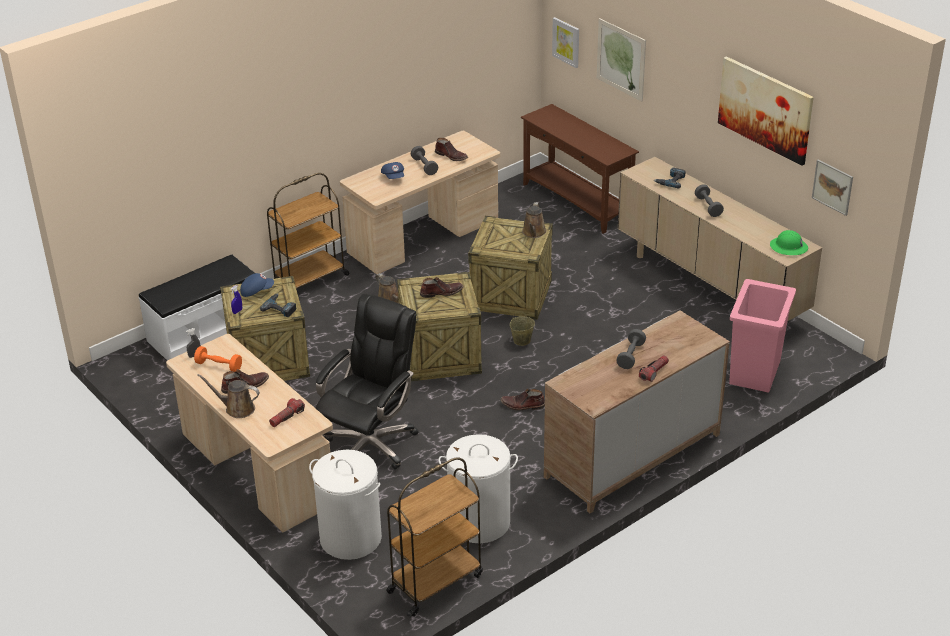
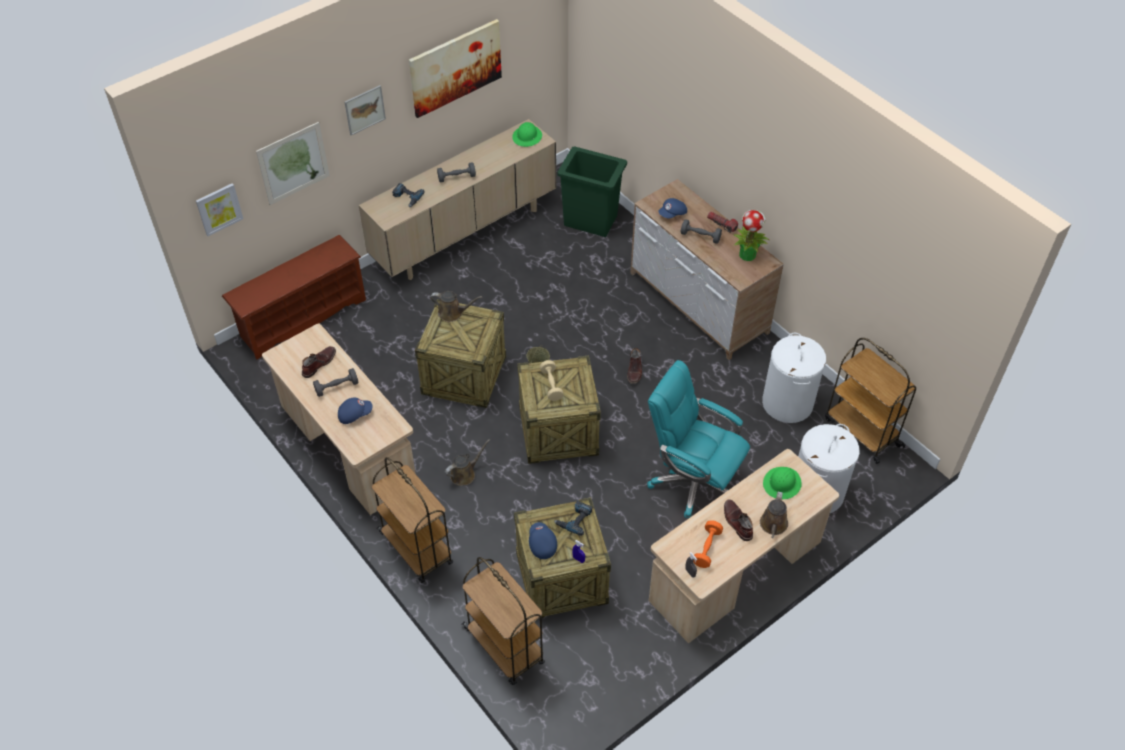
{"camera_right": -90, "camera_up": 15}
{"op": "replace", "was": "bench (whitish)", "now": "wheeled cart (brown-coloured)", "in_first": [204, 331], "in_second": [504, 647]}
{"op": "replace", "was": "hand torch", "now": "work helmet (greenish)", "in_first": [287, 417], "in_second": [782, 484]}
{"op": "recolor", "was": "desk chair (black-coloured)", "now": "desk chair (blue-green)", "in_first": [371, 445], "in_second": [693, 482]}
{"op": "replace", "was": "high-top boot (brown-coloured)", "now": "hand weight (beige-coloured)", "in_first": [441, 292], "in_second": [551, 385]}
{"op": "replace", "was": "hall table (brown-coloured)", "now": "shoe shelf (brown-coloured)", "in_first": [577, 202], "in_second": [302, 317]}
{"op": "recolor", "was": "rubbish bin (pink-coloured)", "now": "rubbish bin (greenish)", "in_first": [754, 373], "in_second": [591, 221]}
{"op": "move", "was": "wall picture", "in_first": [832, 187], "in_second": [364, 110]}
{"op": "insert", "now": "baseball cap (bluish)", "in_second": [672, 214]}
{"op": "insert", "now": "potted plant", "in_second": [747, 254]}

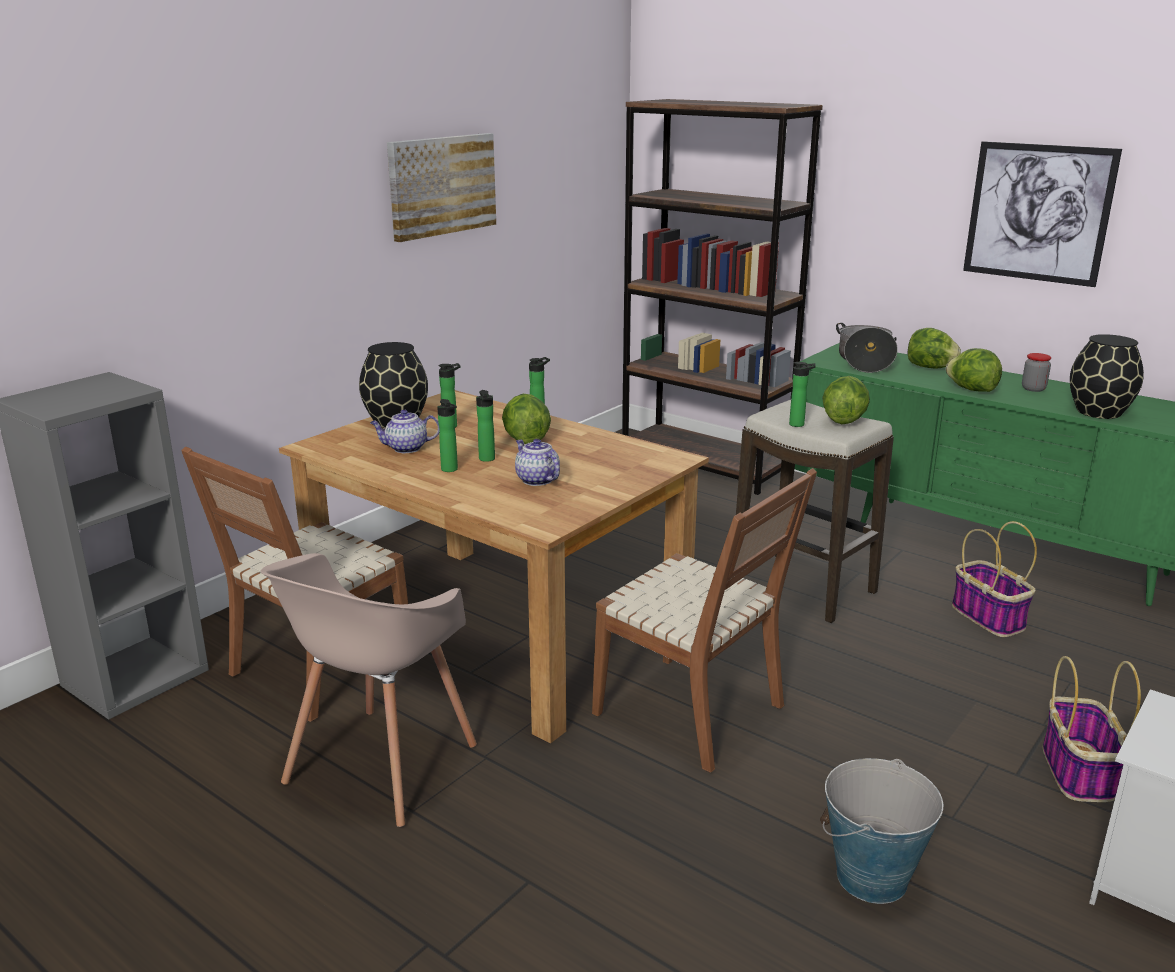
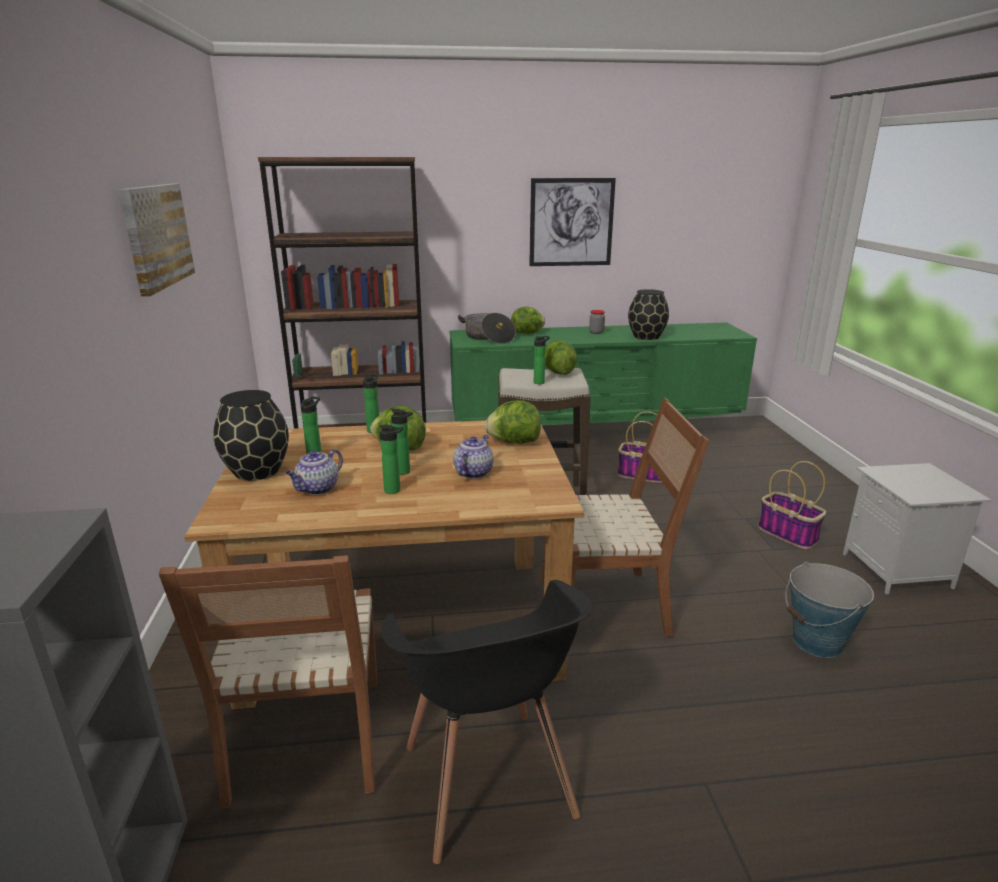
{"camera_right": -45, "camera_up": 0}
{"op": "recolor", "was": "upright chair (beige-coloured)", "now": "upright chair (black-coloured)", "in_first": [380, 766], "in_second": [487, 783]}
{"op": "rotate", "was": "pot for tea", "in_first": [536, 480], "in_second": [473, 472], "clockwise": 105}
{"op": "move", "was": "lettuce head", "in_first": [971, 390], "in_second": [514, 442]}

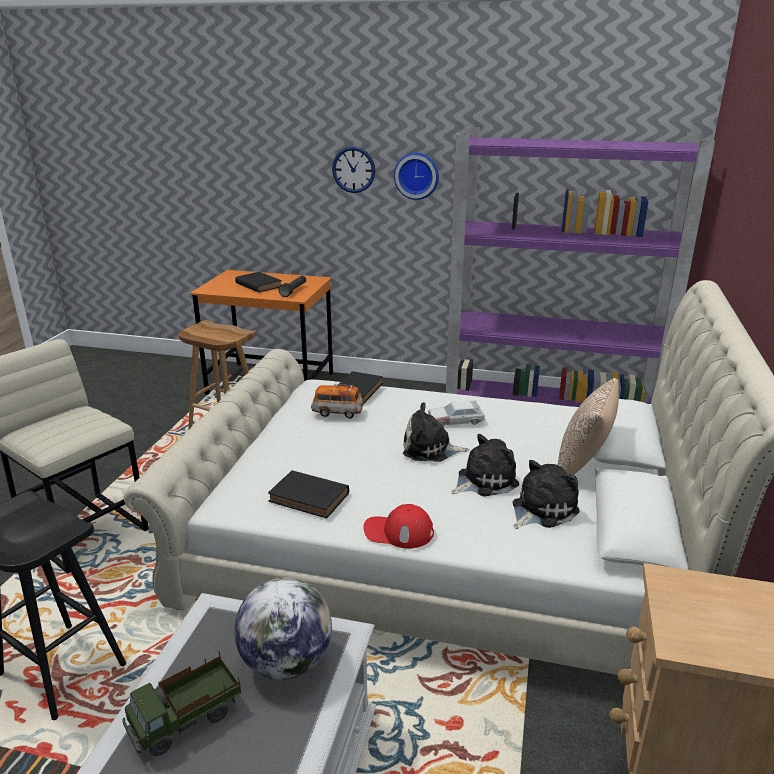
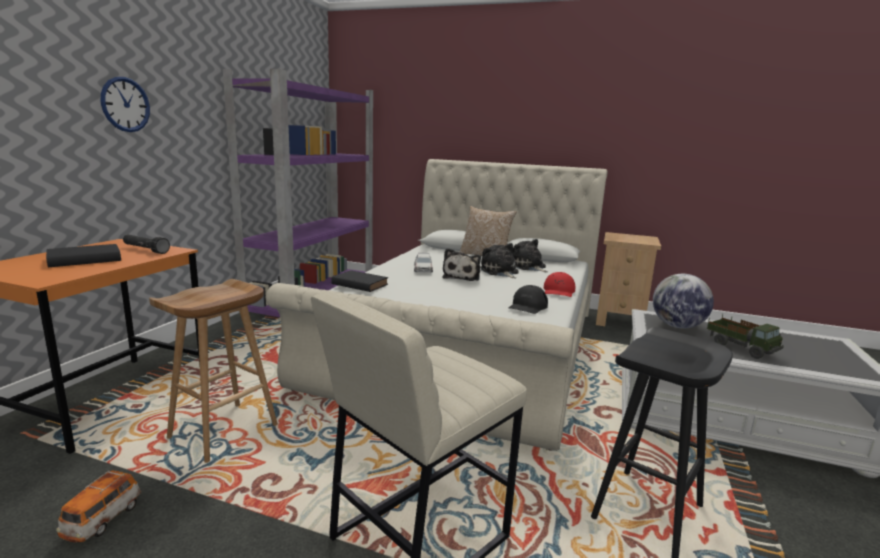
{"camera_right": -85, "camera_up": -10}
{"op": "replace", "was": "volume (black-coloured)", "now": "baseball cap (black-coloured)", "in_first": [311, 498], "in_second": [527, 306]}
{"op": "move", "was": "model car", "in_first": [337, 412], "in_second": [102, 520]}
{"op": "delete", "was": "clock on the wall", "in_first": [417, 175]}

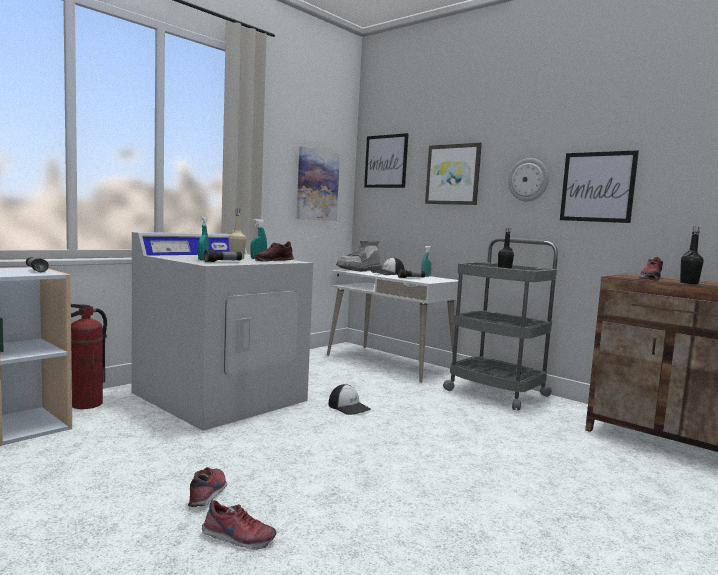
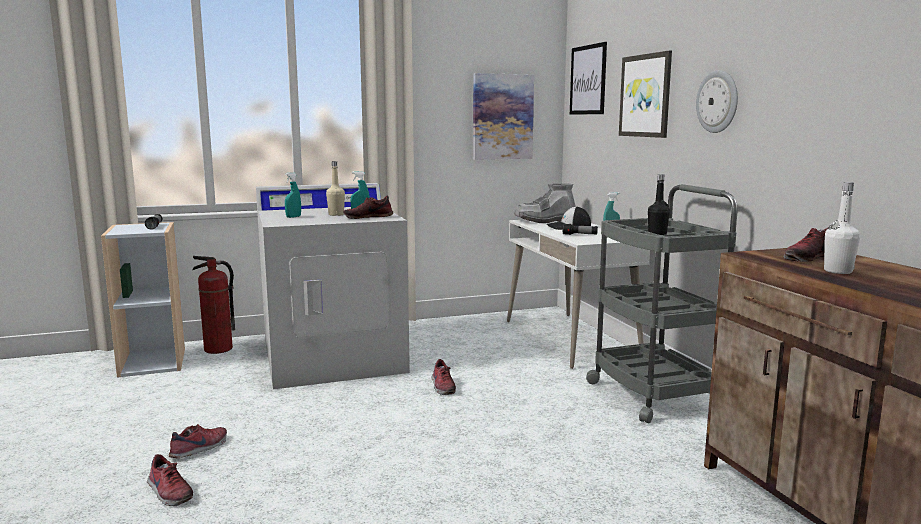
{"camera_right": 30, "camera_up": 5}
{"op": "delete", "was": "hand torch", "in_first": [223, 262]}
{"op": "replace", "was": "baseball cap", "now": "low shoe", "in_first": [349, 407], "in_second": [442, 386]}
{"op": "delete", "was": "wall picture", "in_first": [597, 187]}
{"op": "recolor", "was": "beverage bottle (black-coloured)", "now": "beverage bottle (whitish)", "in_first": [689, 283], "in_second": [838, 271]}

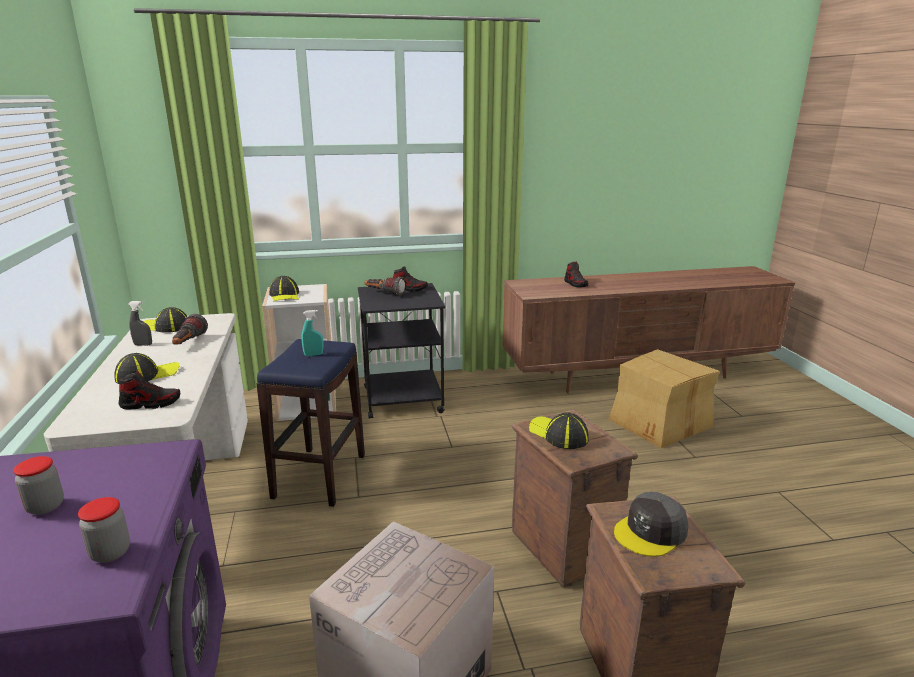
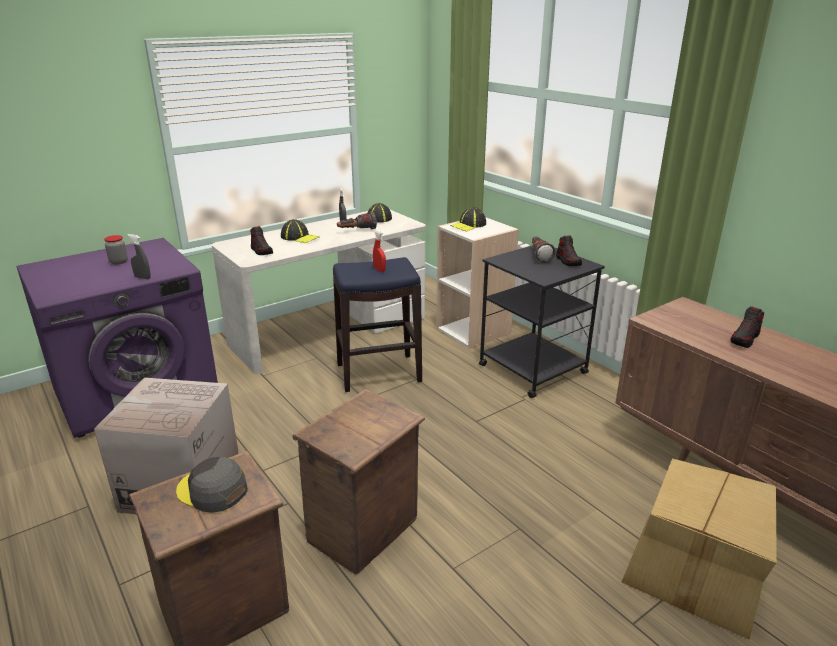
{"camera_right": 65, "camera_up": 5}
{"op": "delete", "was": "jar", "in_first": [110, 552]}
{"op": "recolor", "was": "spray bottle (blue-green)", "now": "spray bottle (red)", "in_first": [313, 355], "in_second": [379, 270]}
{"op": "delete", "was": "baseball cap", "in_first": [558, 434]}
{"op": "insert", "now": "spray bottle (gray)", "in_second": [142, 278]}

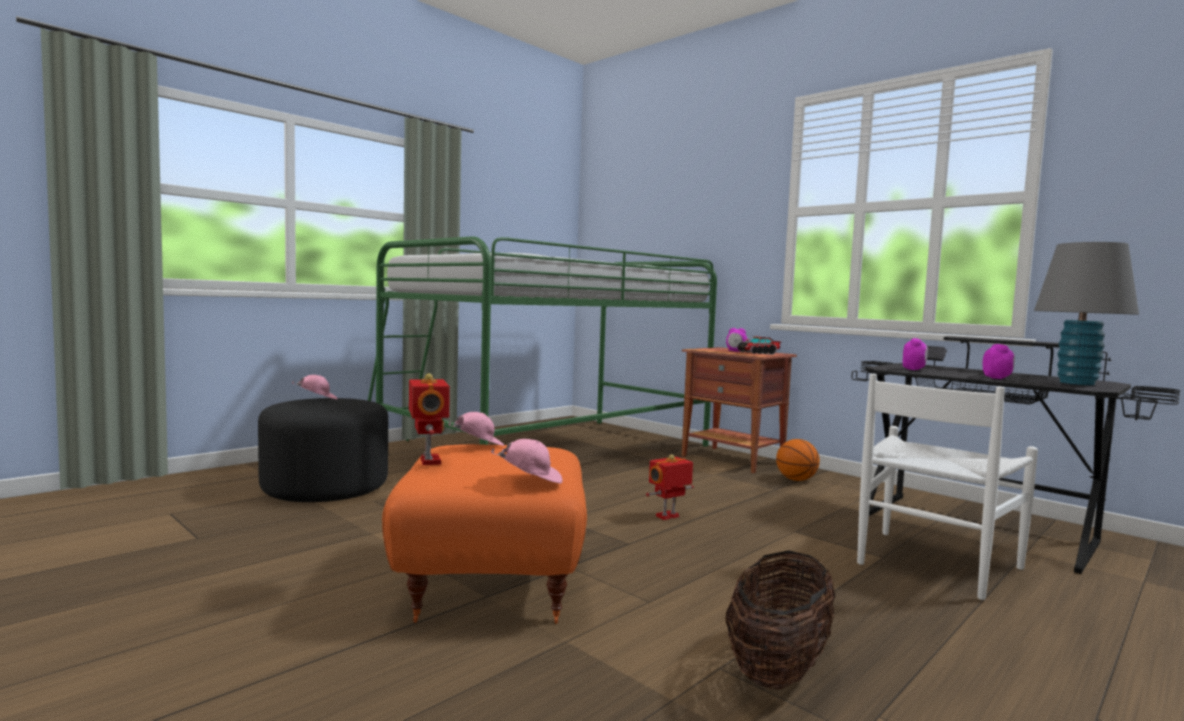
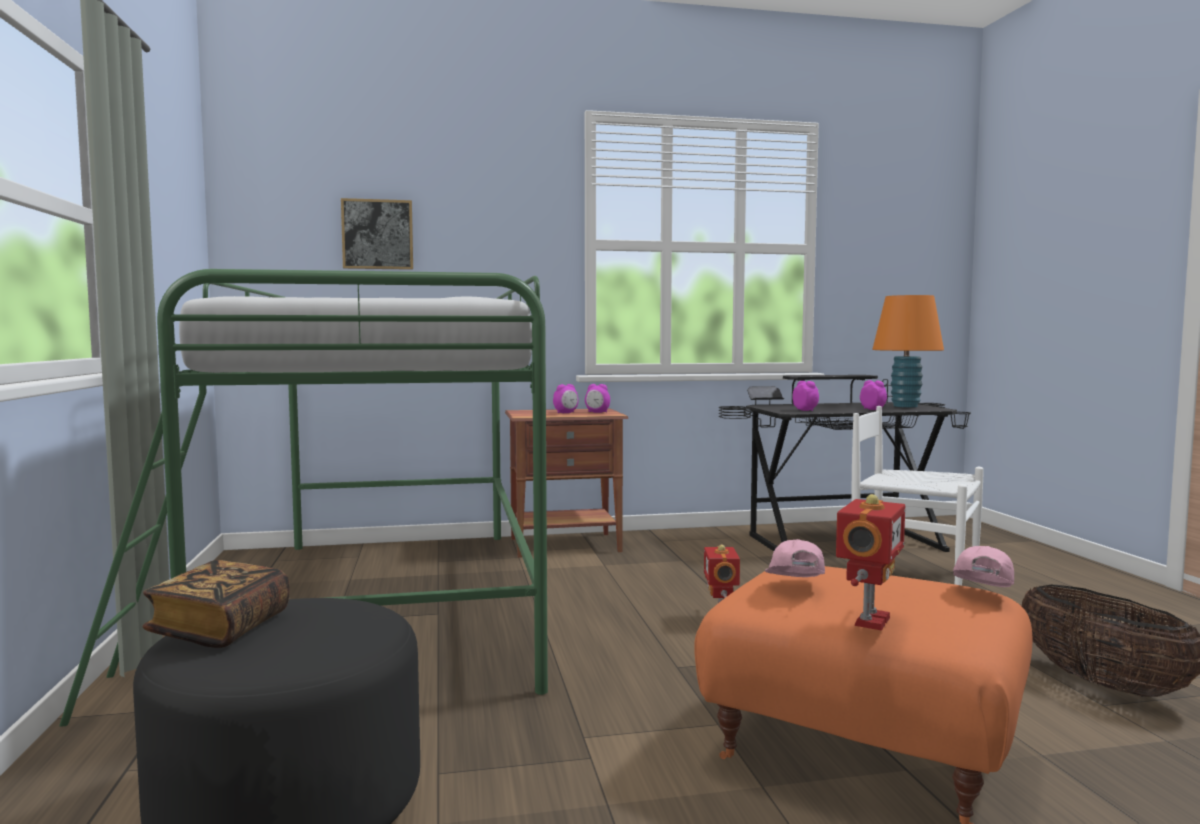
{"camera_right": -55, "camera_up": 0}
{"op": "replace", "was": "baseball cap (pink-coloured)", "now": "volume", "in_first": [317, 399], "in_second": [220, 628]}
{"op": "rotate", "was": "model robot", "in_first": [428, 461], "in_second": [869, 621], "clockwise": 105}
{"op": "replace", "was": "toy lorry", "now": "table clock", "in_first": [758, 354], "in_second": [597, 412]}
{"op": "delete", "was": "ball for basketball", "in_first": [796, 480]}
{"op": "rotate", "was": "upright chair (whitish)", "in_first": [933, 565], "in_second": [914, 577], "clockwise": 135}
{"op": "recolor", "was": "lamp for a table (gray)", "now": "lamp for a table (orange)", "in_first": [1076, 383], "in_second": [905, 406]}
{"op": "insert", "now": "wall picture", "in_second": [377, 234]}

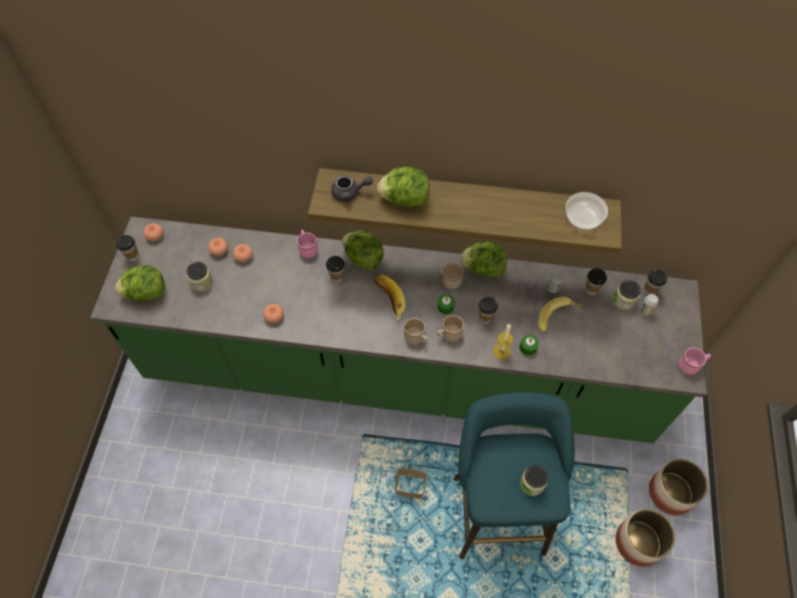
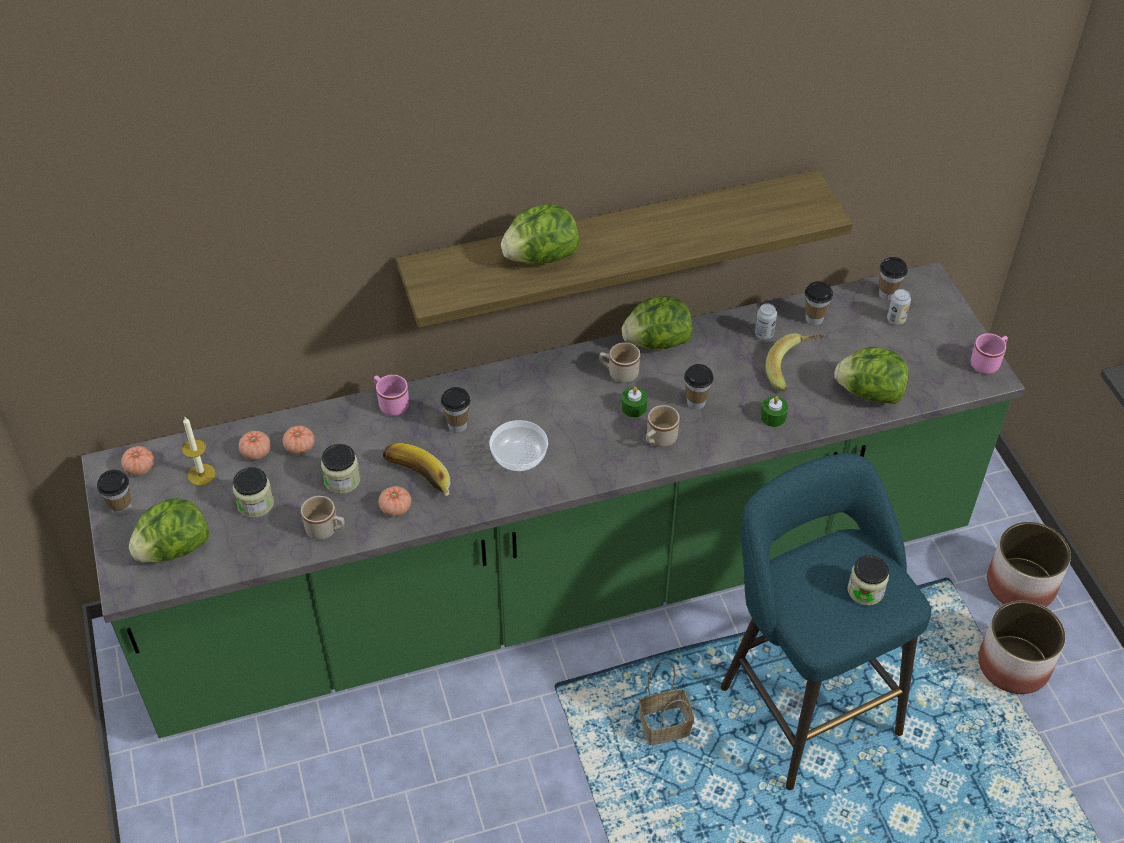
{"camera_right": -25, "camera_up": -10}
{"op": "delete", "was": "pot for tea (gray)", "in_first": [350, 193]}
{"op": "move", "was": "lettuce head", "in_first": [363, 258], "in_second": [869, 393]}
{"op": "move", "was": "banana fruit", "in_first": [387, 301], "in_second": [417, 480]}
{"op": "move", "was": "coffee mug (beige-coloured)", "in_first": [416, 338], "in_second": [326, 530]}
{"op": "move", "was": "candle", "in_first": [501, 351], "in_second": [201, 474]}
{"op": "move", "was": "bowl", "in_first": [582, 218], "in_second": [518, 457]}
{"op": "move", "was": "jar", "in_first": [623, 301], "in_second": [342, 480]}

